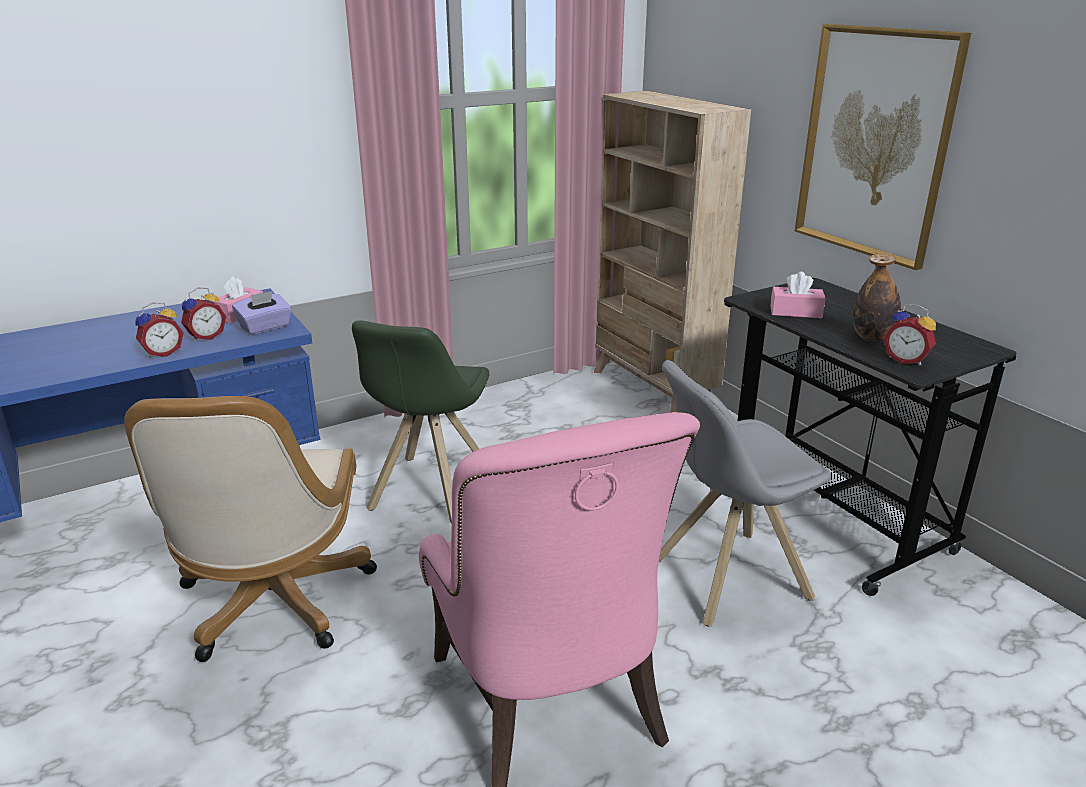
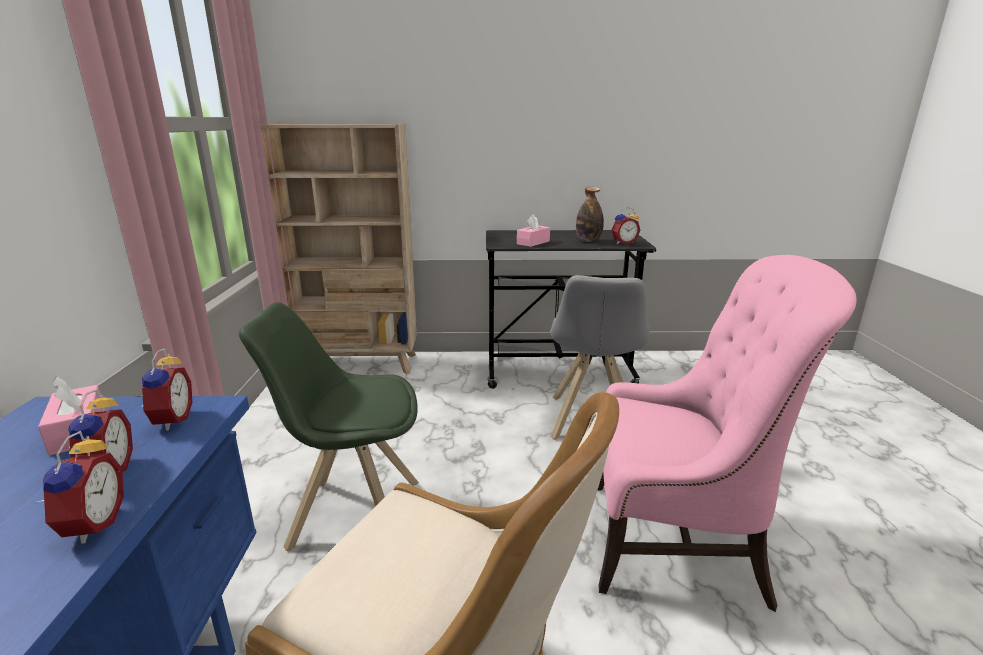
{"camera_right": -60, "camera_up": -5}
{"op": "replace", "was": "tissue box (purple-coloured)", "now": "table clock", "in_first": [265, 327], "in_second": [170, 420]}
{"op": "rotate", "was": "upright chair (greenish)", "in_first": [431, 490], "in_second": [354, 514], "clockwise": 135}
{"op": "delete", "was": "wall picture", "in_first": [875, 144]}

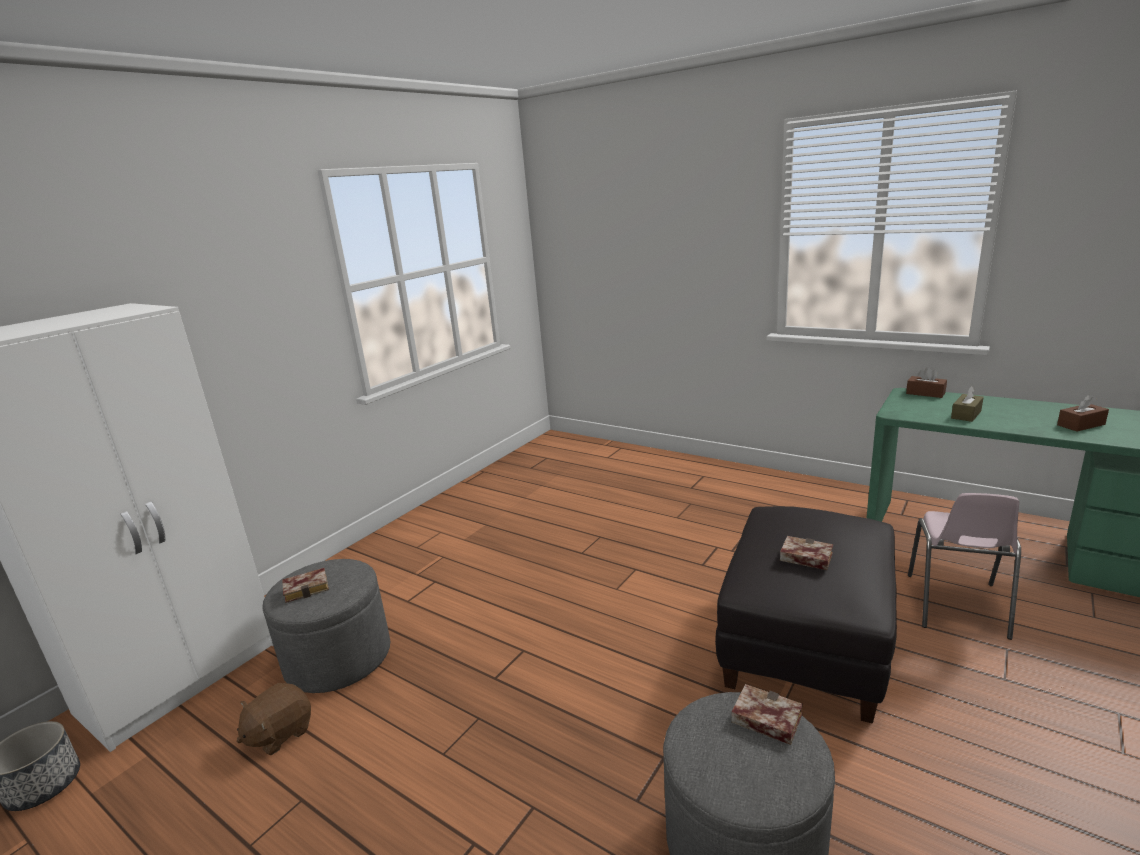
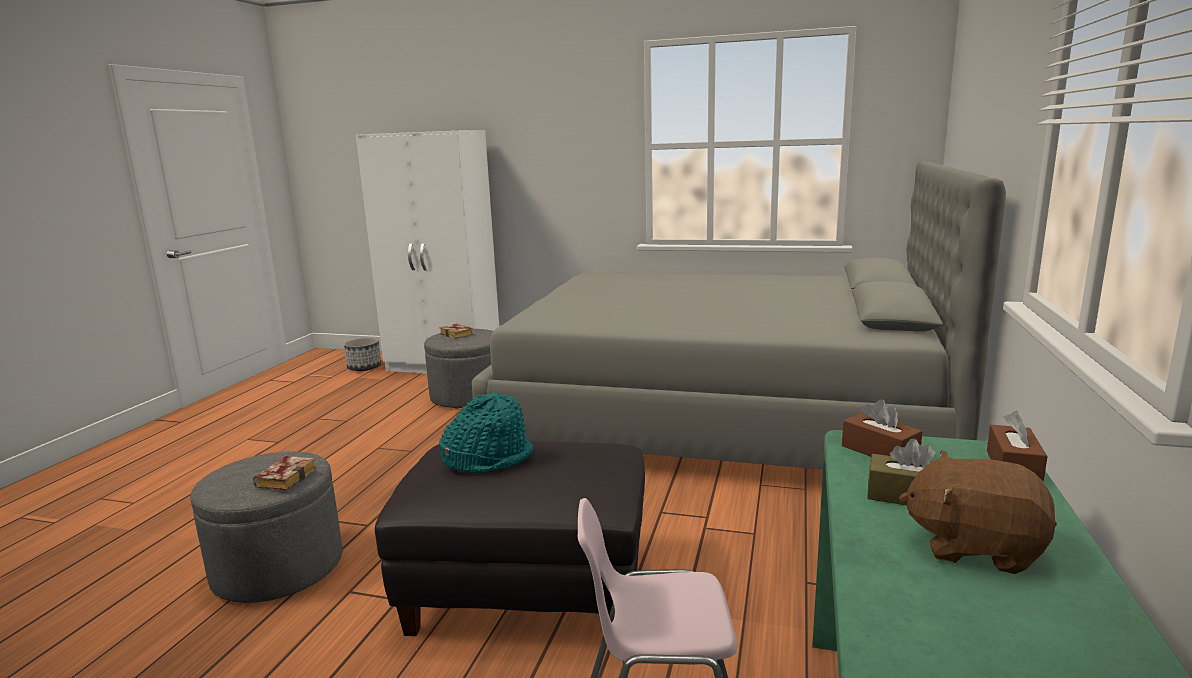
{"camera_right": 70, "camera_up": -5}
{"op": "move", "was": "plush toy (brown-coloured)", "in_first": [280, 733], "in_second": [974, 546]}
{"op": "replace", "was": "volume", "now": "wearable hat (blue-green)", "in_first": [803, 558], "in_second": [488, 458]}
{"op": "move", "was": "tissue box (brown-coloured)", "in_first": [1081, 425], "in_second": [879, 451]}
{"op": "insert", "now": "bed (gray)", "in_second": [720, 418]}

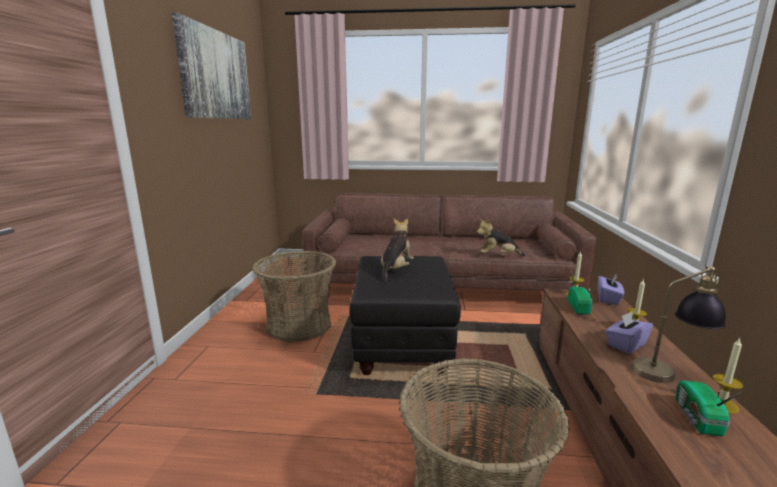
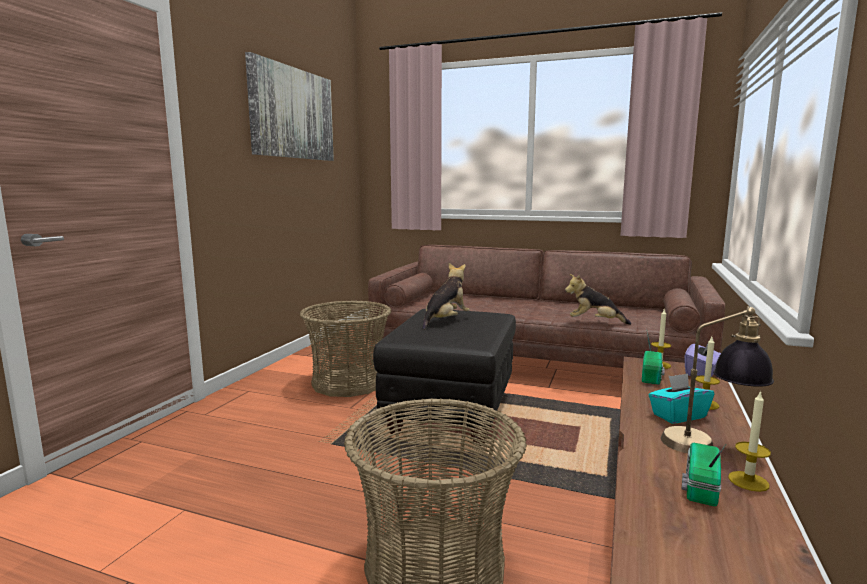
{"camera_right": 15, "camera_up": -5}
{"op": "recolor", "was": "tissue box (purple-coloured)", "now": "tissue box (blue-green)", "in_first": [626, 344], "in_second": [678, 415]}

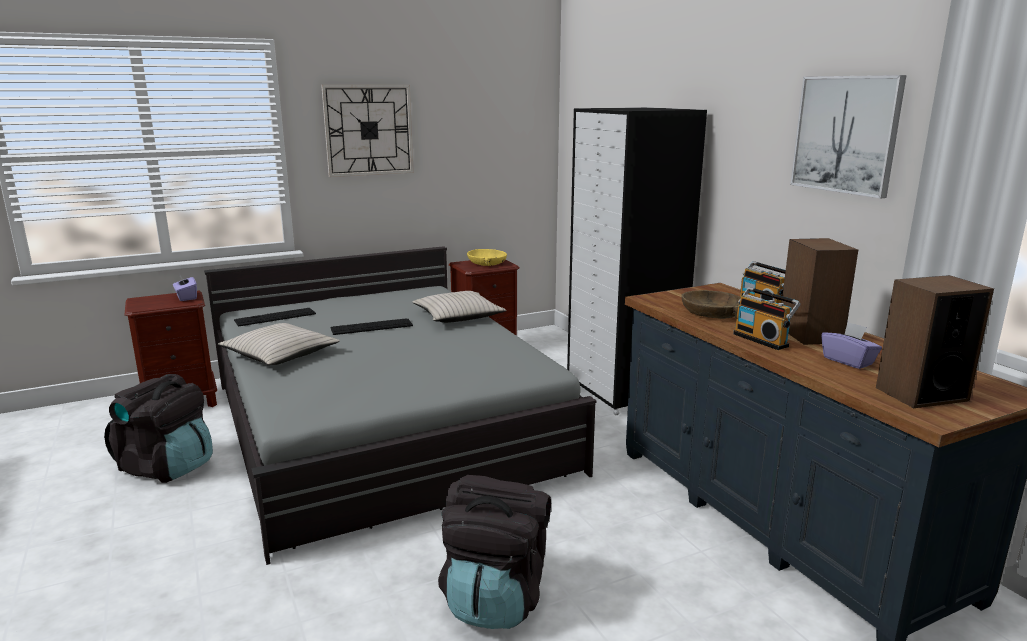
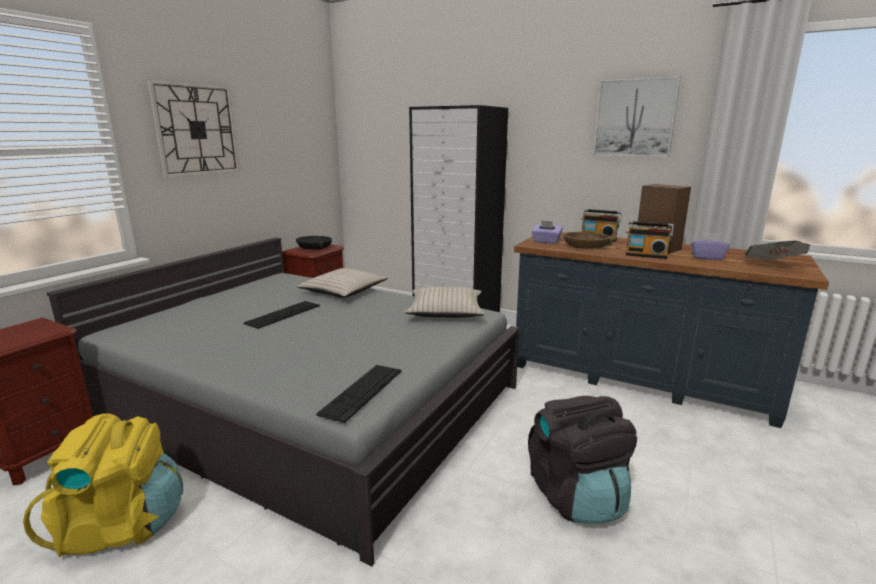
{"camera_right": -35, "camera_up": 0}
{"op": "recolor", "was": "knapsack (black-coloured)", "now": "knapsack (yellowish)", "in_first": [167, 467], "in_second": [121, 526]}
{"op": "move", "was": "tissue box (purple-coloured)", "in_first": [186, 297], "in_second": [546, 241]}
{"op": "move", "was": "throw pillow (beige-coloured)", "in_first": [280, 354], "in_second": [445, 311]}
{"op": "move", "was": "computer keyboard", "in_first": [275, 317], "in_second": [362, 391]}
{"op": "recolor", "was": "bowl (yellowish)", "now": "bowl (black-coloured)", "in_first": [487, 263], "in_second": [314, 247]}
{"op": "replace", "was": "audio speaker", "now": "newspaper", "in_first": [920, 394], "in_second": [772, 265]}

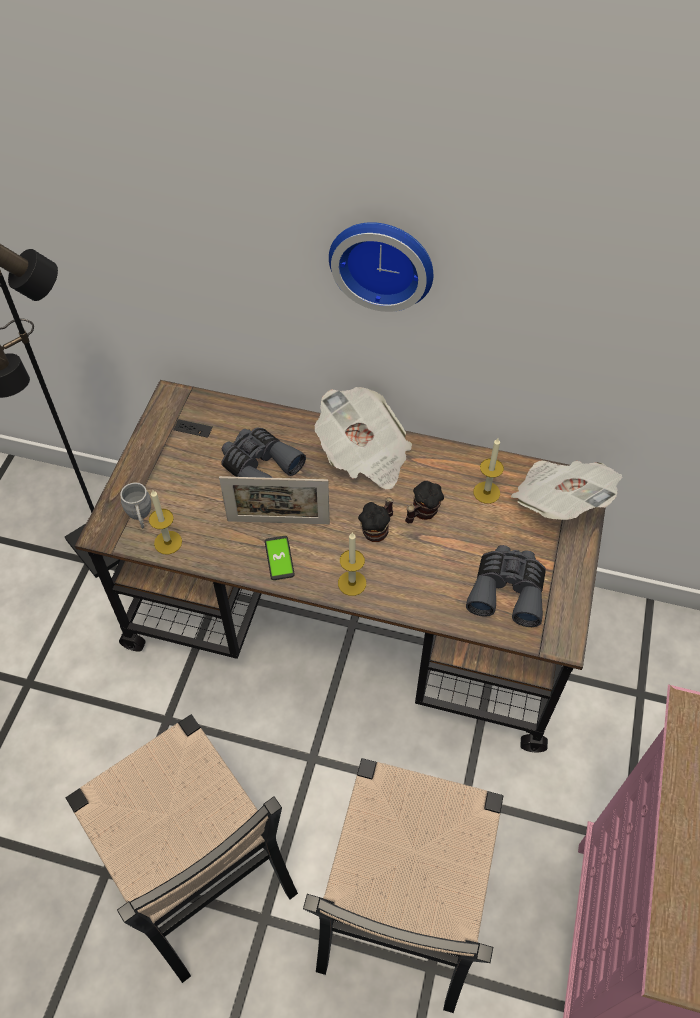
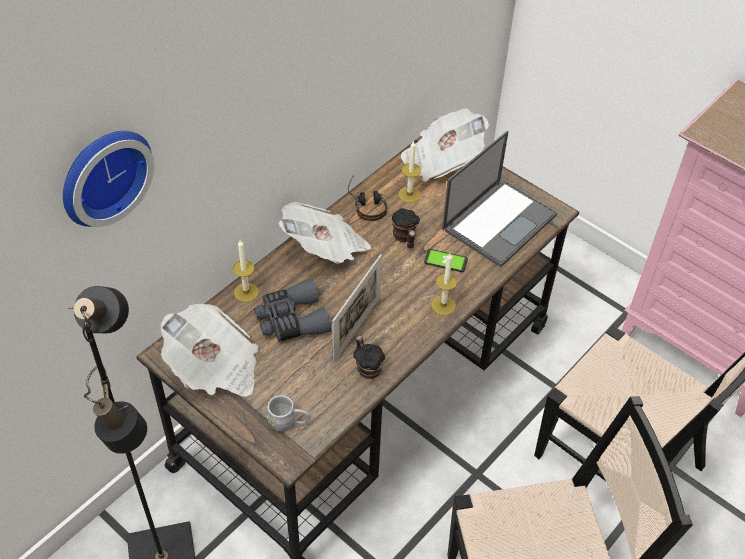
{"camera_right": -65, "camera_up": -5}
{"op": "move", "was": "candle", "in_first": [168, 542], "in_second": [246, 292]}
{"op": "move", "was": "telephone", "in_first": [279, 558], "in_second": [445, 261]}
{"op": "move", "was": "clock on the wall", "in_first": [383, 261], "in_second": [102, 174]}
{"op": "move", "was": "coffee mug", "in_first": [378, 529], "in_second": [367, 367]}
{"op": "replace", "was": "pair of binoculars (gray)", "now": "portable computer", "in_first": [507, 590], "in_second": [499, 221]}
{"op": "insert", "now": "newspaper", "in_second": [214, 368]}
{"op": "insert", "now": "pair of headphones", "in_second": [367, 203]}

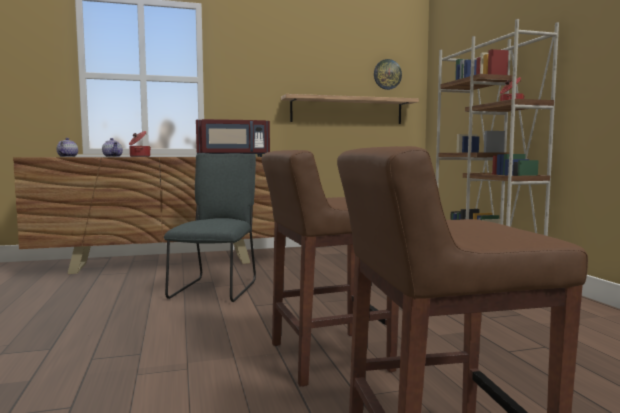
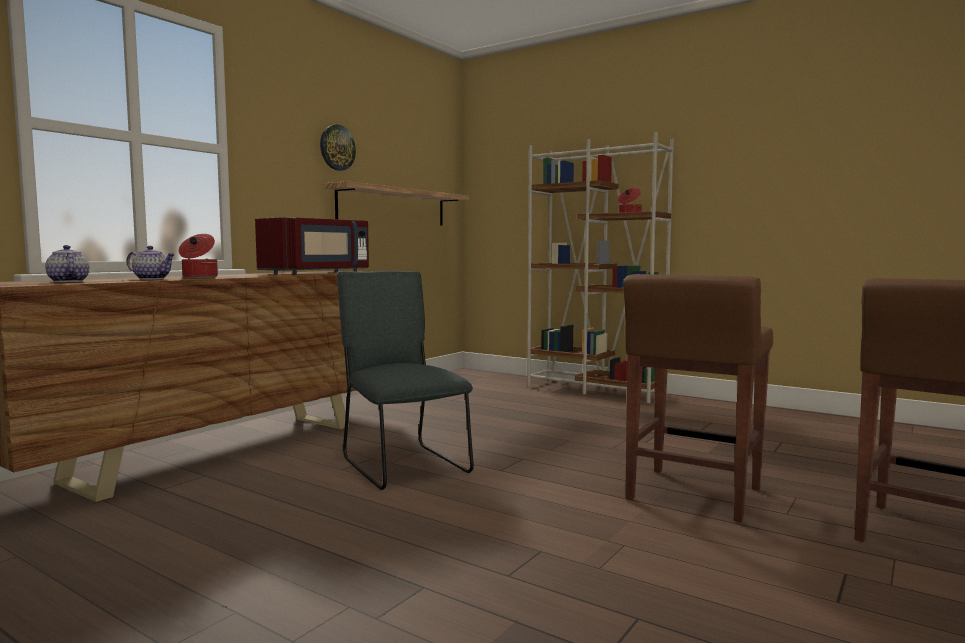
{"camera_right": -40, "camera_up": 0}
{"op": "move", "was": "clock on the wall", "in_first": [387, 74], "in_second": [337, 147]}

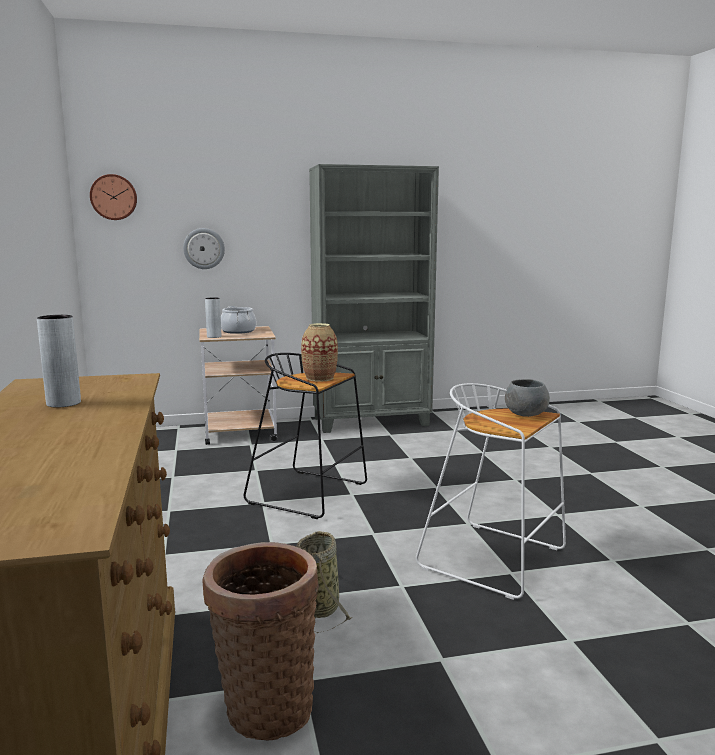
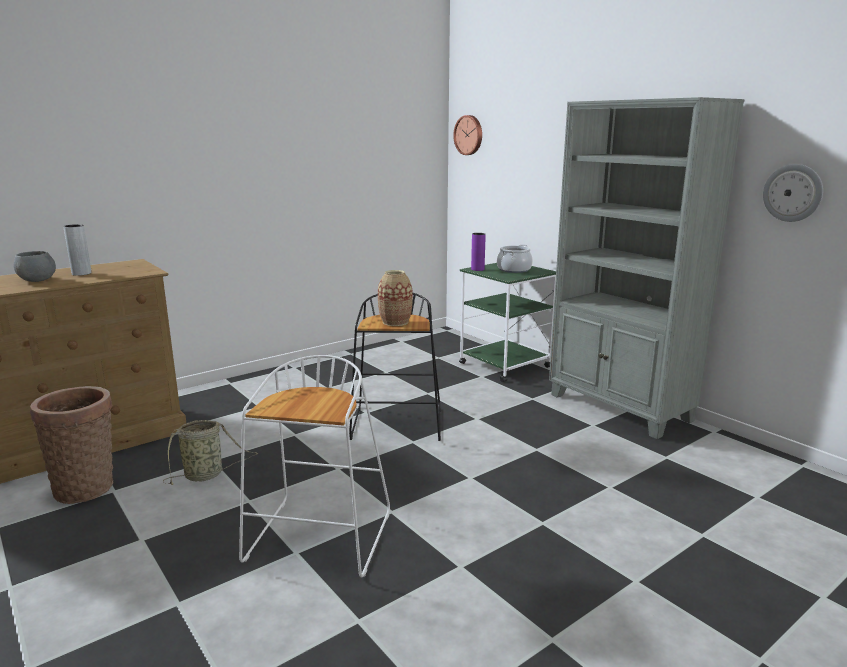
{"camera_right": 65, "camera_up": 5}
{"op": "move", "was": "clock on the wall", "in_first": [204, 248], "in_second": [793, 193]}
{"op": "recolor", "was": "wheeled cart (beige-coloured)", "now": "wheeled cart (greenish)", "in_first": [241, 432], "in_second": [505, 366]}
{"op": "recolor", "was": "decorative vase (gray)", "now": "decorative vase (purple-coloured)", "in_first": [214, 336], "in_second": [477, 269]}
{"op": "move", "was": "bowl (gray)", "in_first": [525, 414], "in_second": [38, 280]}

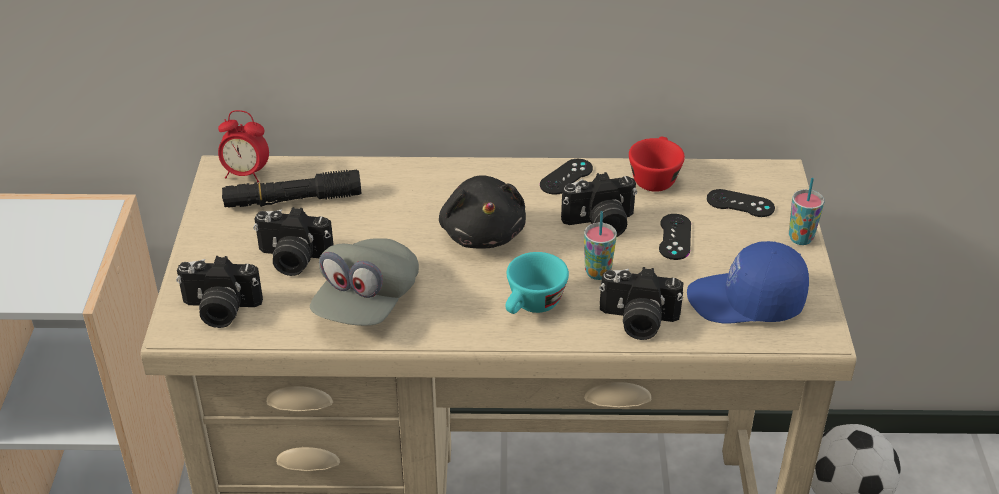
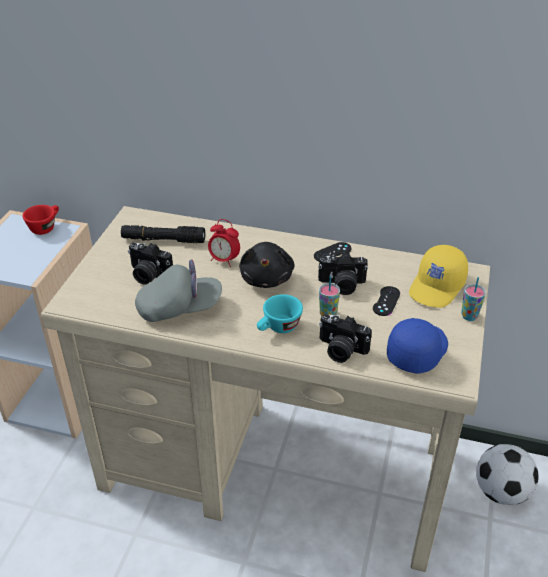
{"camera_right": 15, "camera_up": 0}
{"op": "delete", "was": "photo camera", "in_first": [220, 310]}
{"op": "move", "was": "table clock", "in_first": [246, 174], "in_second": [224, 260]}
{"op": "rotate", "was": "baseball cap (gray)", "in_first": [366, 303], "in_second": [179, 308], "clockwise": -135}
{"op": "move", "was": "small cup (red)", "in_first": [654, 177], "in_second": [45, 227]}
{"op": "rotate", "was": "baseball cap (bluish)", "in_first": [746, 302], "in_second": [416, 350], "clockwise": 105}
{"op": "replace", "was": "gamepad (black-coloured)", "now": "baseball cap (yellowish)", "in_first": [740, 203], "in_second": [437, 287]}

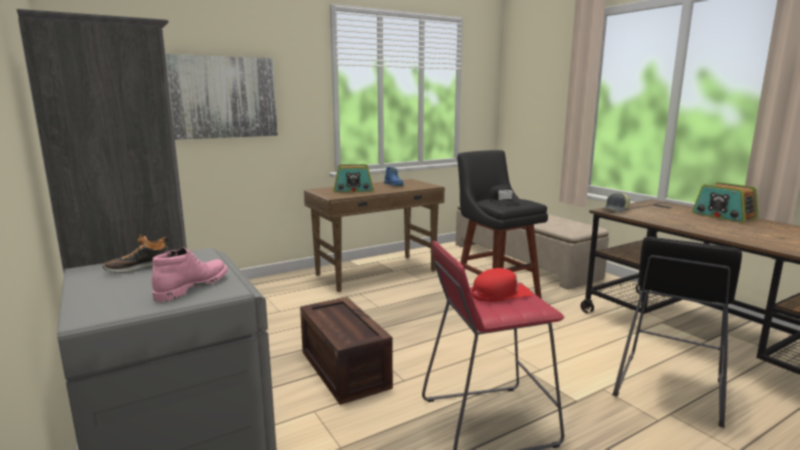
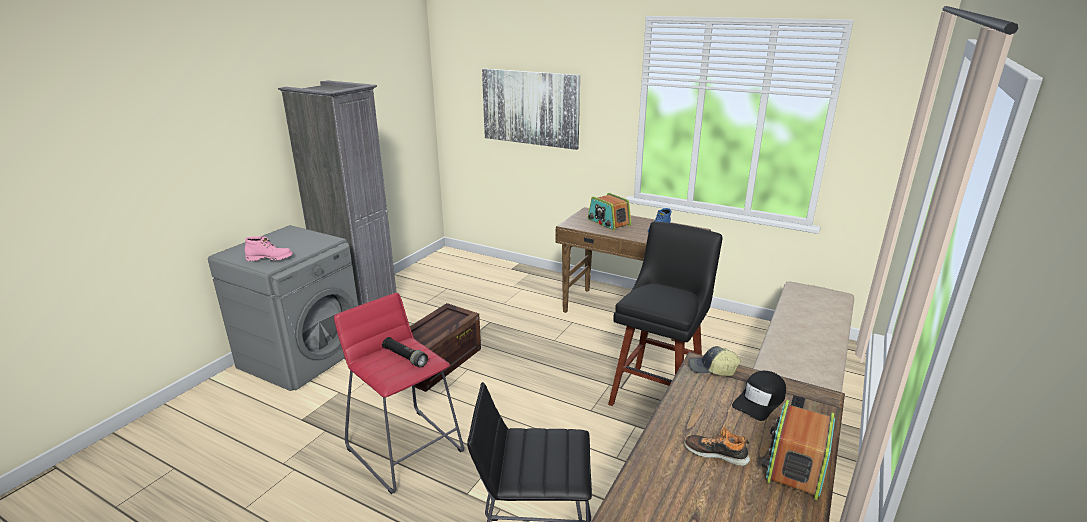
{"camera_right": 60, "camera_up": 10}
{"op": "move", "was": "low shoe", "in_first": [140, 267], "in_second": [716, 453]}
{"op": "replace", "was": "baseball cap (red)", "now": "hand torch (black-coloured)", "in_first": [500, 294], "in_second": [405, 357]}
{"op": "move", "was": "baseball cap (black-coloured)", "in_first": [502, 201], "in_second": [760, 401]}

